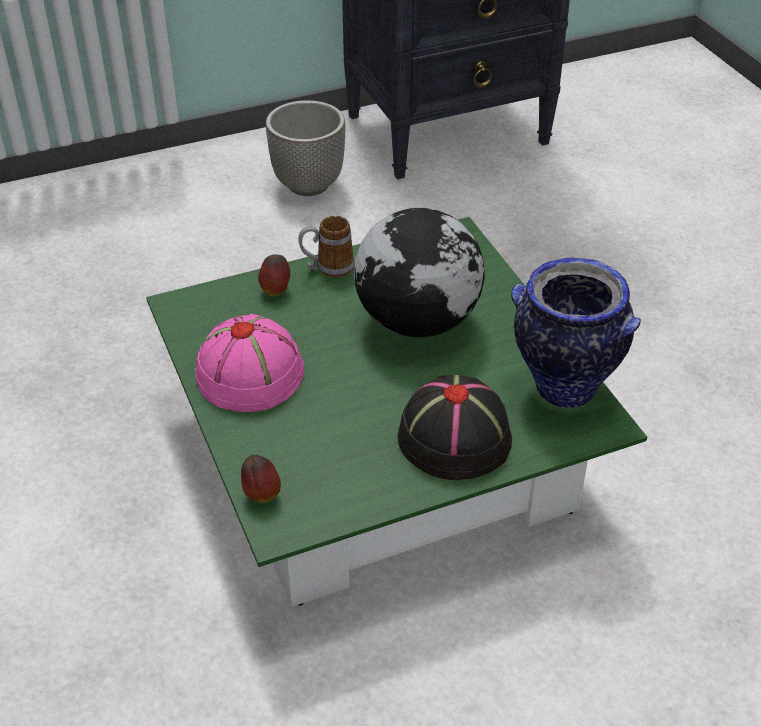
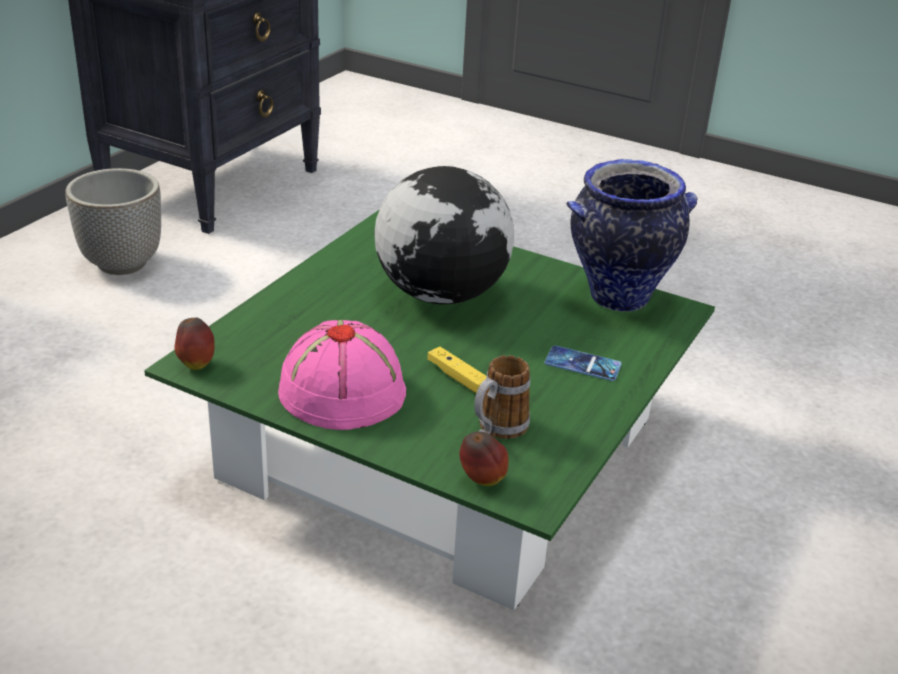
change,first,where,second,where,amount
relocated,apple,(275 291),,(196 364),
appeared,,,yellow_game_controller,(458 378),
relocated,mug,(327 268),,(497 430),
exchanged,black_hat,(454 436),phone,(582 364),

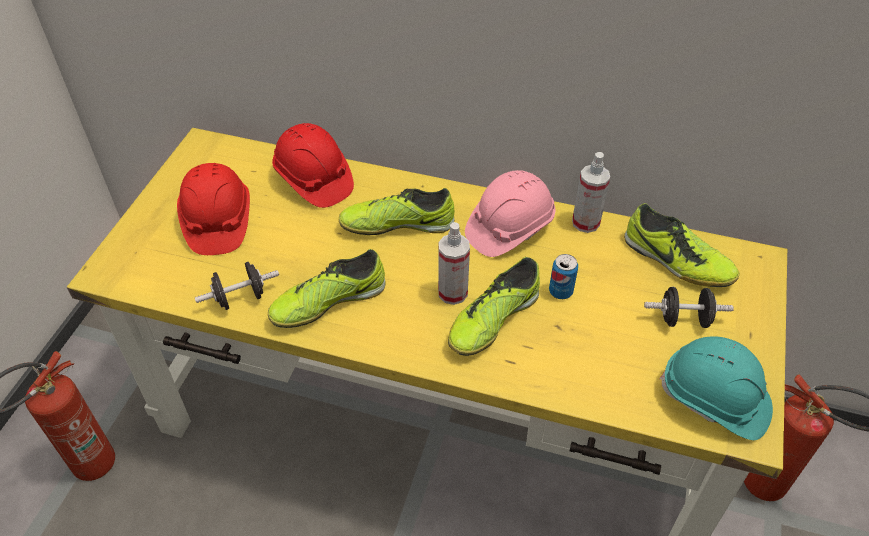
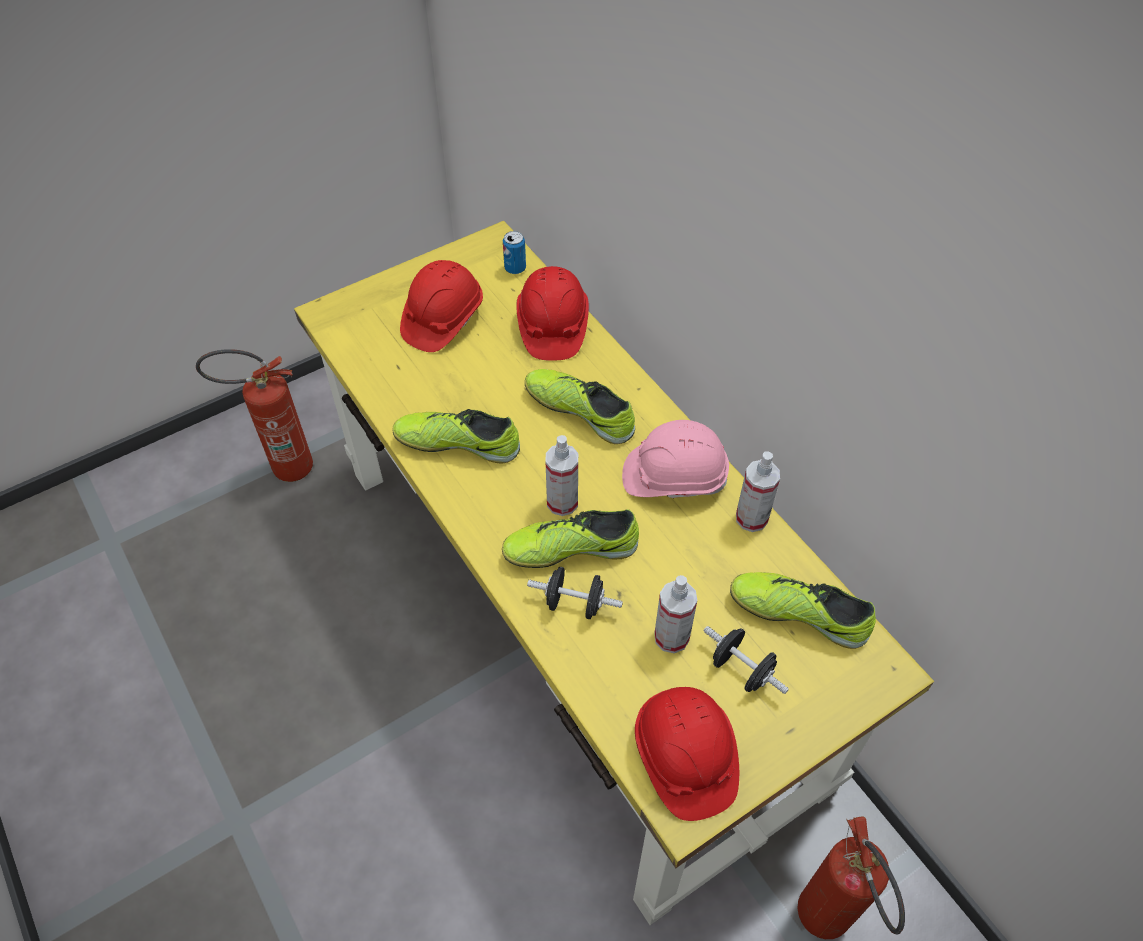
change,first,where,second,where,amount
relocated,can,(560 291),,(515 268),
relocated,black_dumbbell,(240 298),,(574 603),
colour,turquoise_hard_hat,(714 400),red_hard_hat,(684 758),
appeared,,,spray_bottle,(671 637),
spun,shoe,(676 261),,(798 613),120 degrees clockwise

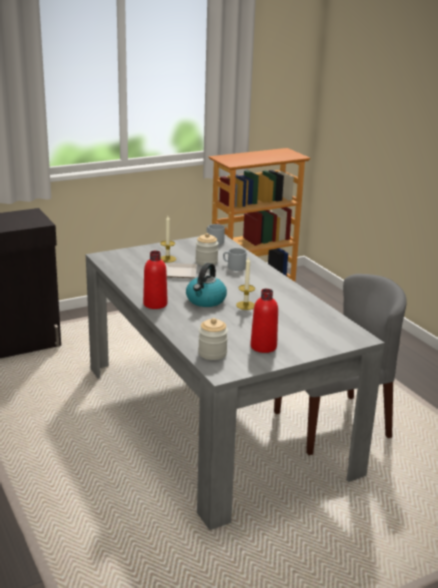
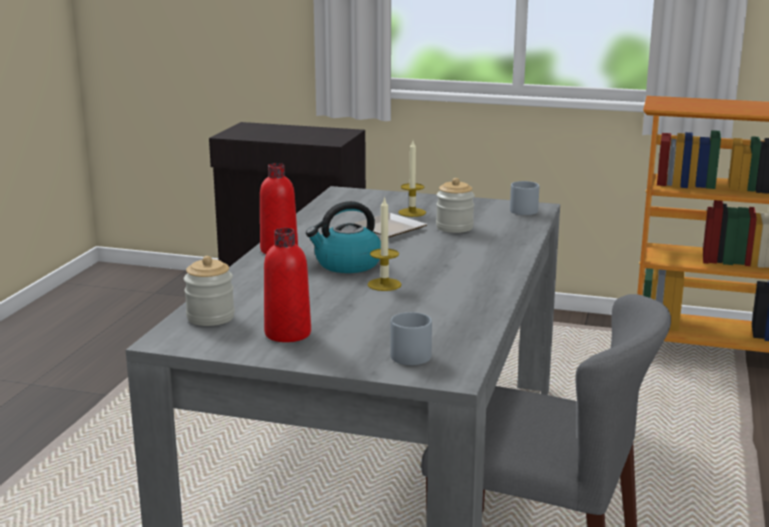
change,first,where,second,where,amount
relocated,grey_mug,(233 266),,(407 353),

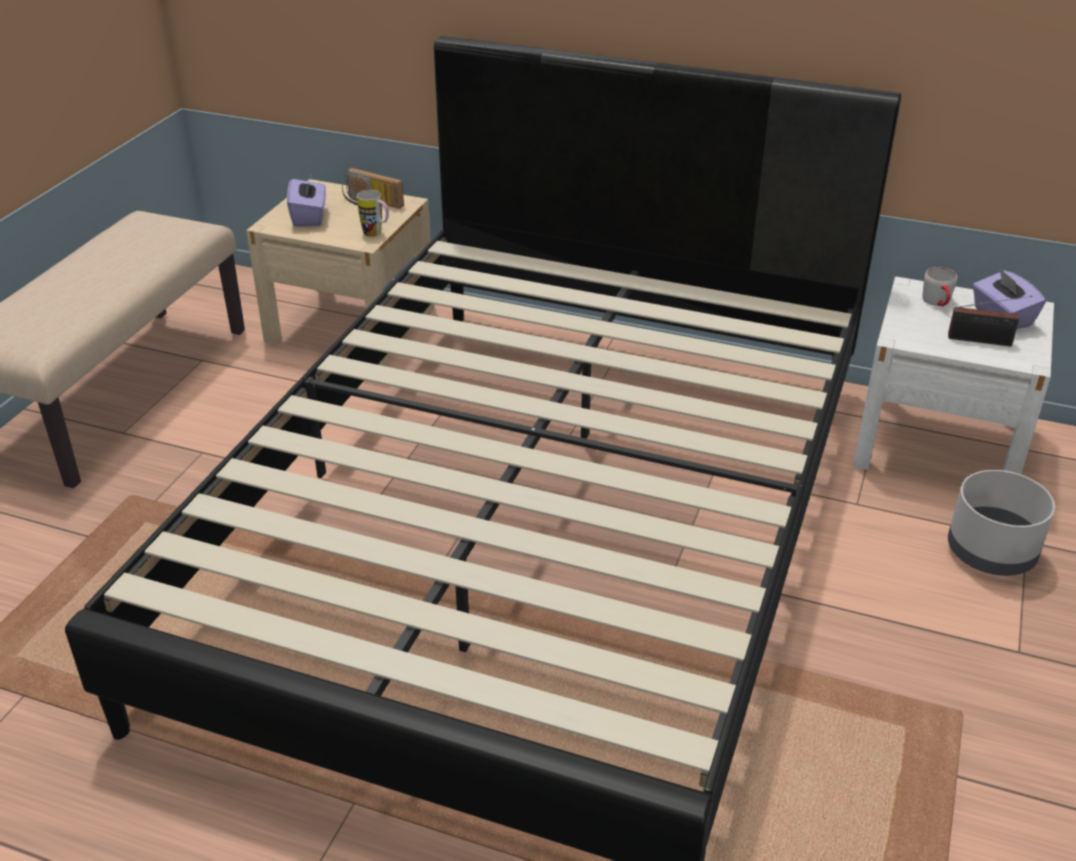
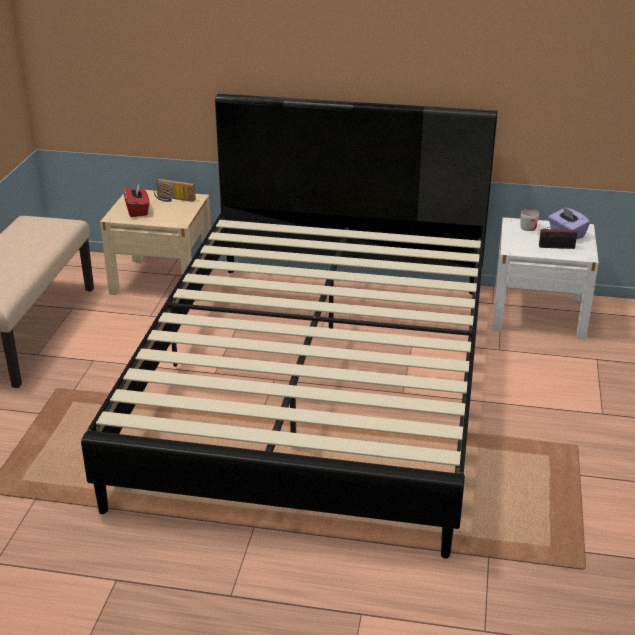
change,first,where,second,where,amount
colour,purple_tissue_box,(309 217),red_tissue_box,(137 210),
missing,mug,(376 234),,,
missing,grey_planter,(992 552),,,

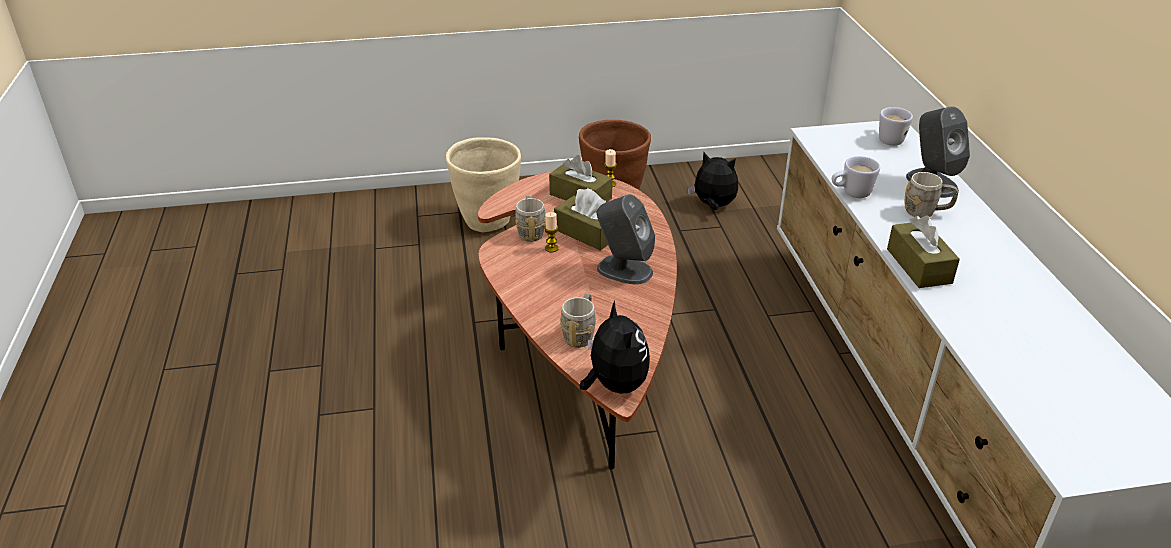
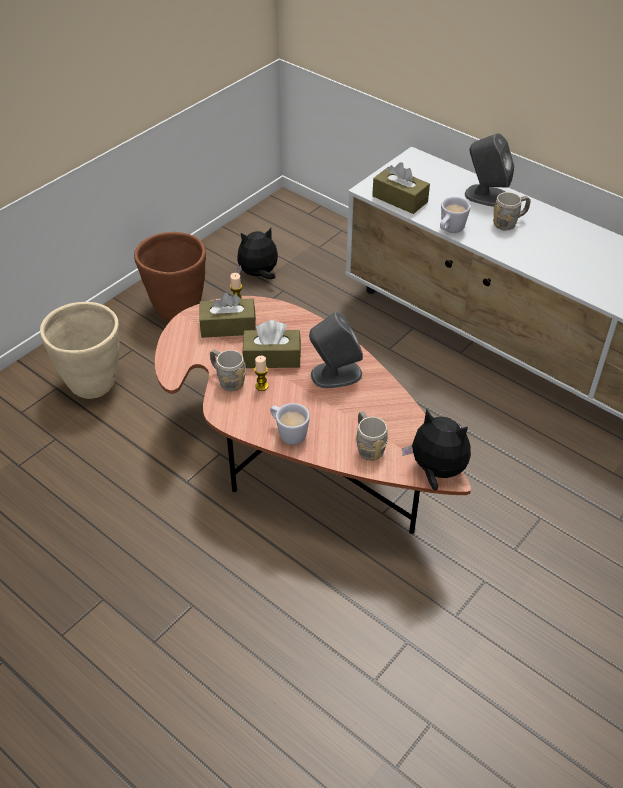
change,first,where,second,where,amount
relocated,white_mug,(888 138),,(288 433),
relocated,brown_tissue_box,(919 266),,(400 199),

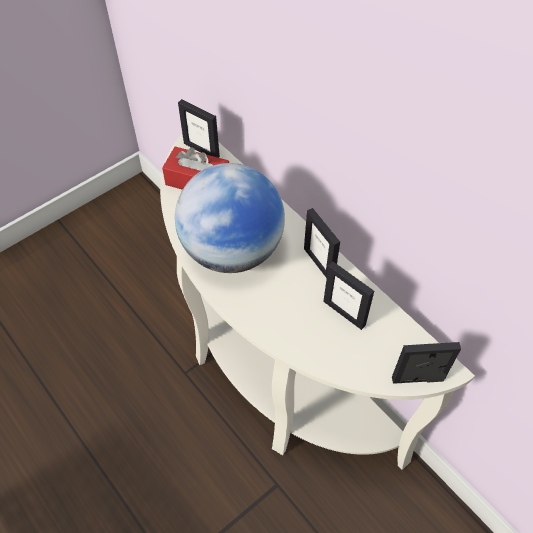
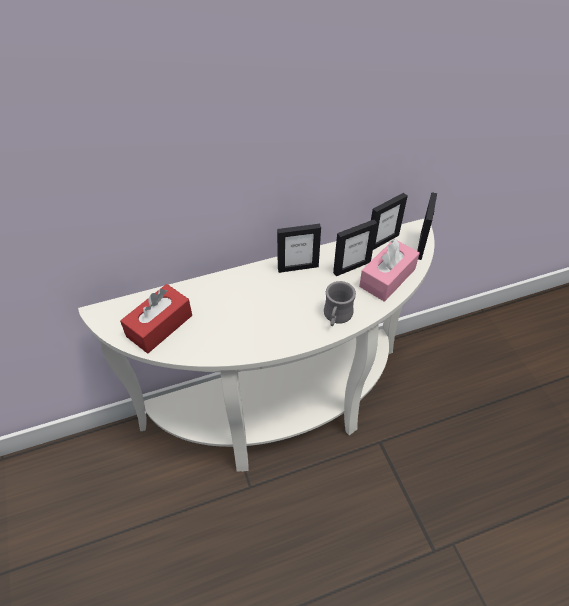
change,first,where,second,where,amount
appeared,,,grey_mug,(336 317),
appeared,,,pink_tissue_box,(387 278),
relocated,picture_frame,(201 150),,(382 241),
missing,globe,(232 250),,,

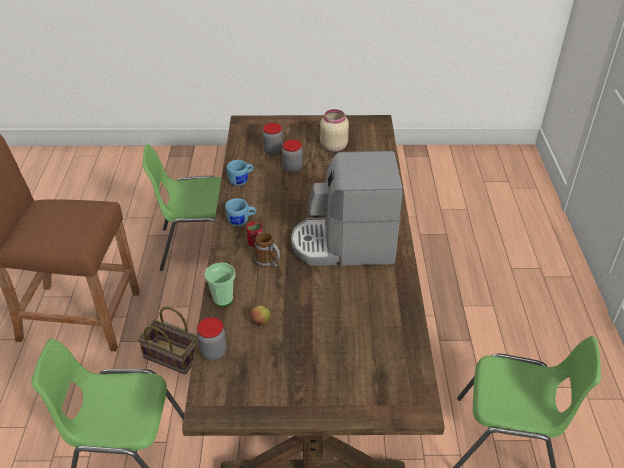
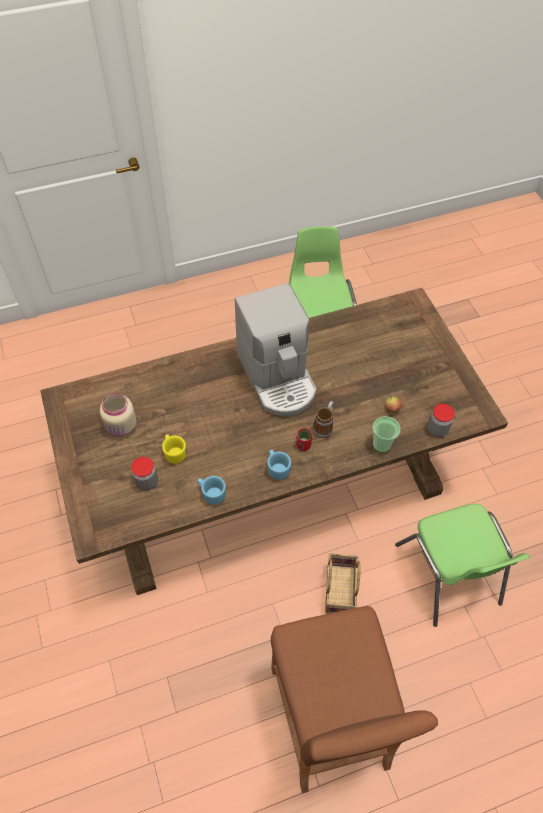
change,first,where,second,where,amount
exchanged,jar,(292 168),yellow_mug,(174 452),
missing,green_chair,(198 246),,,

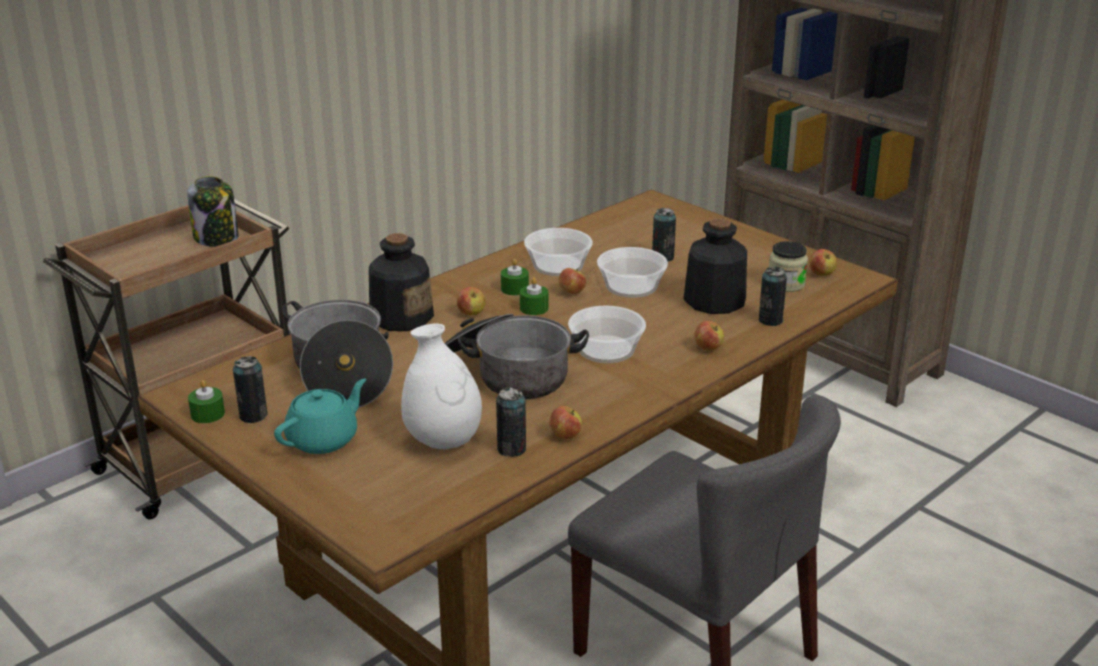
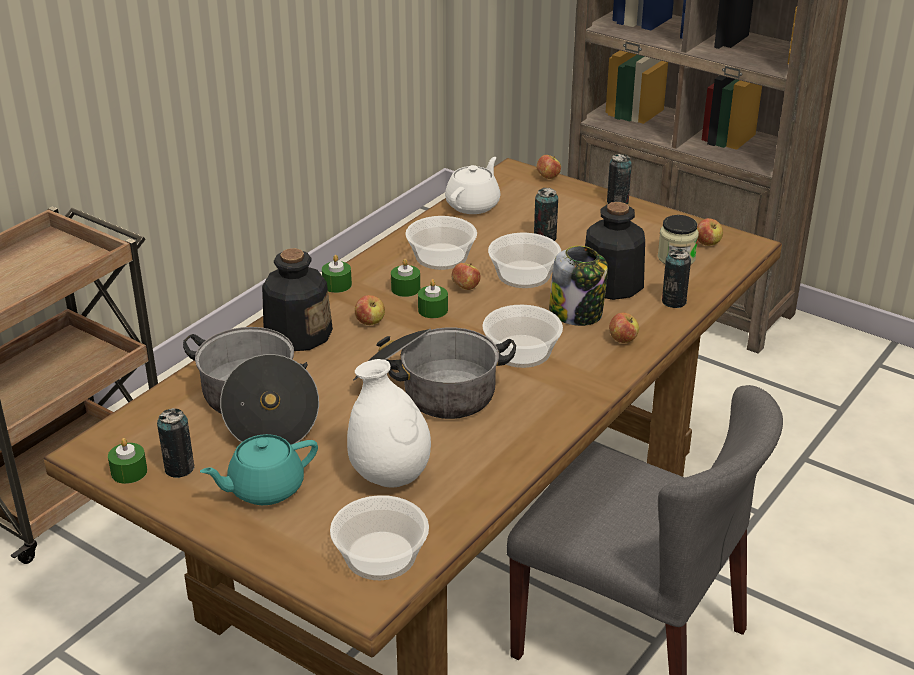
change,first,where,second,where,amount
spun,turquoise_teapot,(324 439),,(264 488),150 degrees counterclockwise
appeared,,,green_candle,(337 285),
appeared,,,bowl,(379 555),
appeared,,,white_teapot,(473 205),
relocated,apple,(565 436),,(548 177),
relocated,jar,(217 238),,(577 313),
relocated,can,(511 449),,(617 202),

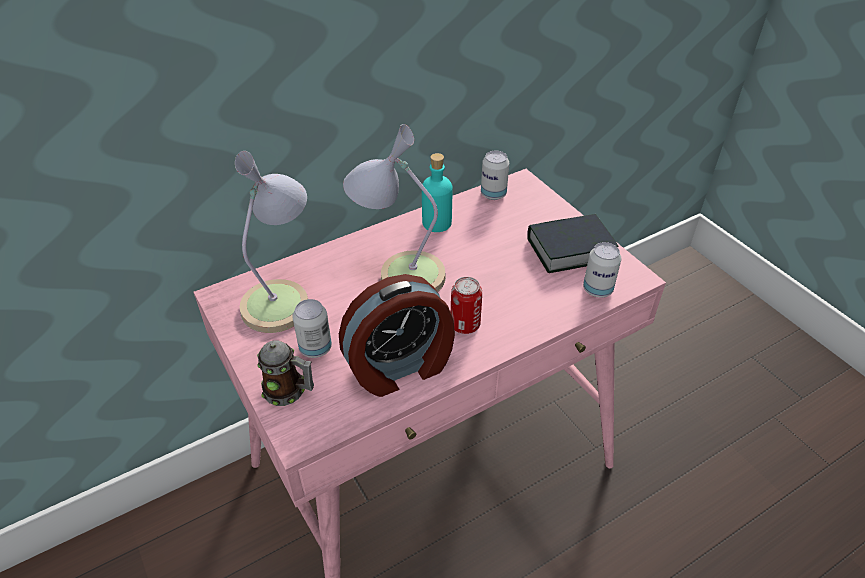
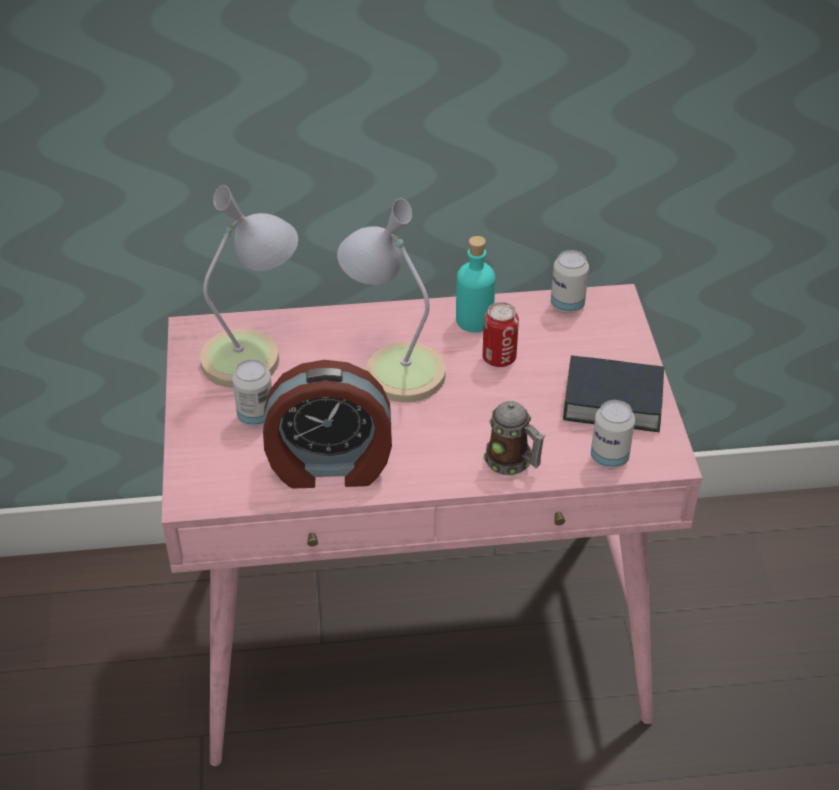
change,first,where,second,where,amount
relocated,can,(465 324),,(499 358),
relocated,mug,(289 391),,(513 462),

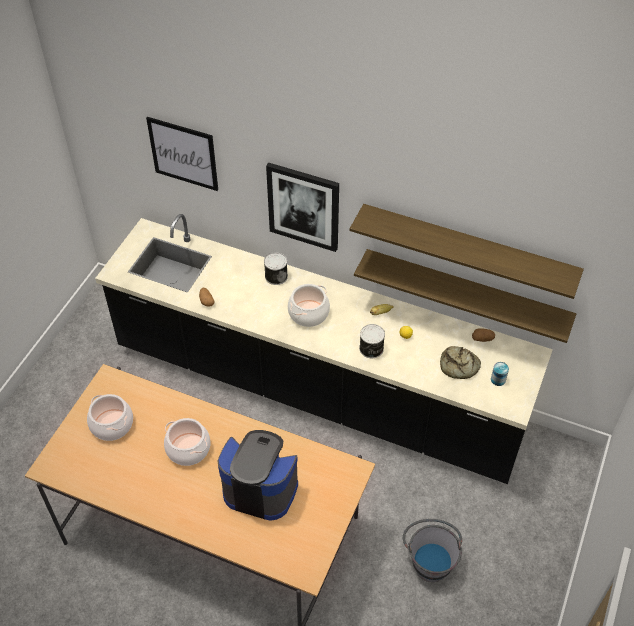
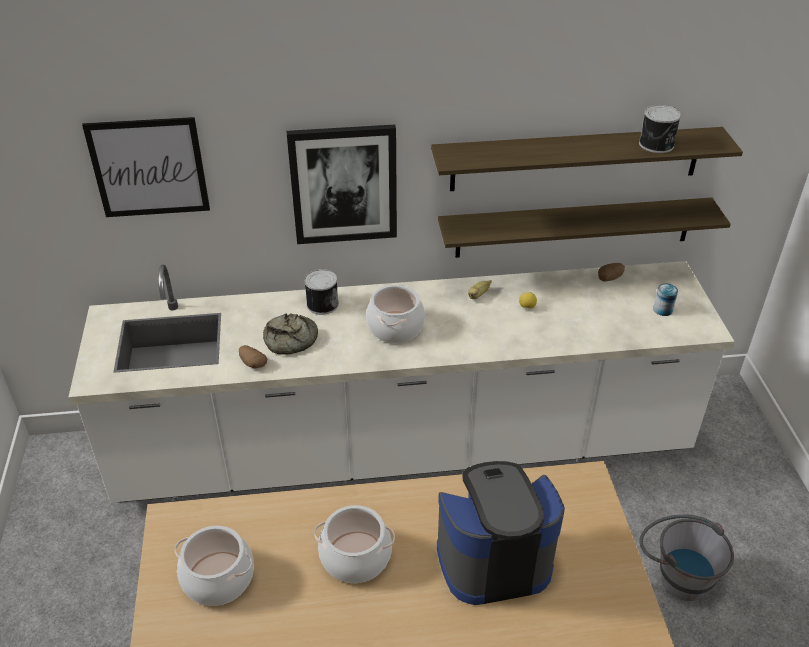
change,first,where,second,where,amount
colour,black_counter,(317 390),white_counter,(404 449),
relocated,bread,(458 366),,(291 340),
relocated,can,(371 349),,(657 144),

